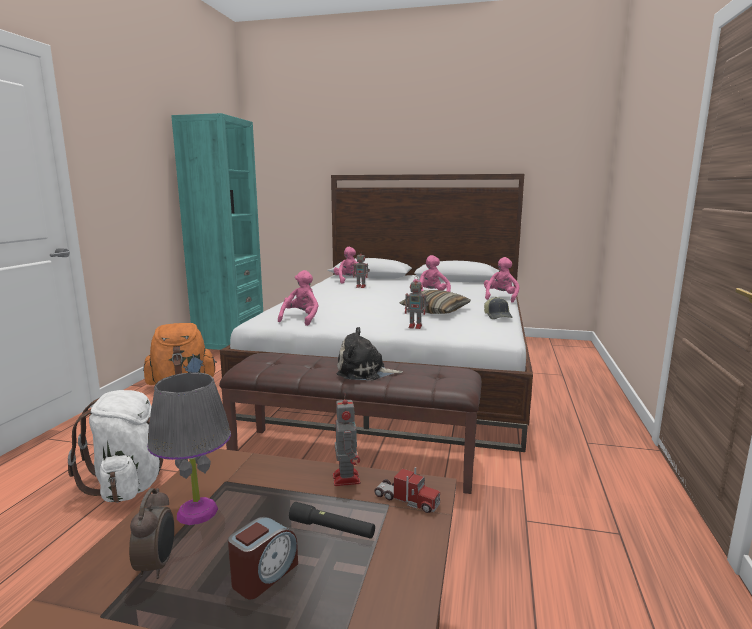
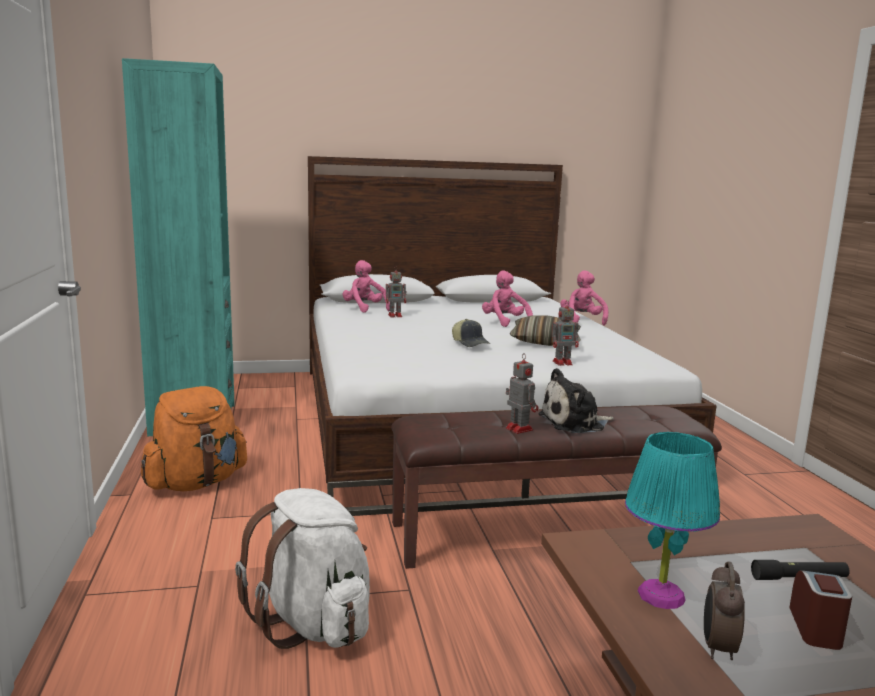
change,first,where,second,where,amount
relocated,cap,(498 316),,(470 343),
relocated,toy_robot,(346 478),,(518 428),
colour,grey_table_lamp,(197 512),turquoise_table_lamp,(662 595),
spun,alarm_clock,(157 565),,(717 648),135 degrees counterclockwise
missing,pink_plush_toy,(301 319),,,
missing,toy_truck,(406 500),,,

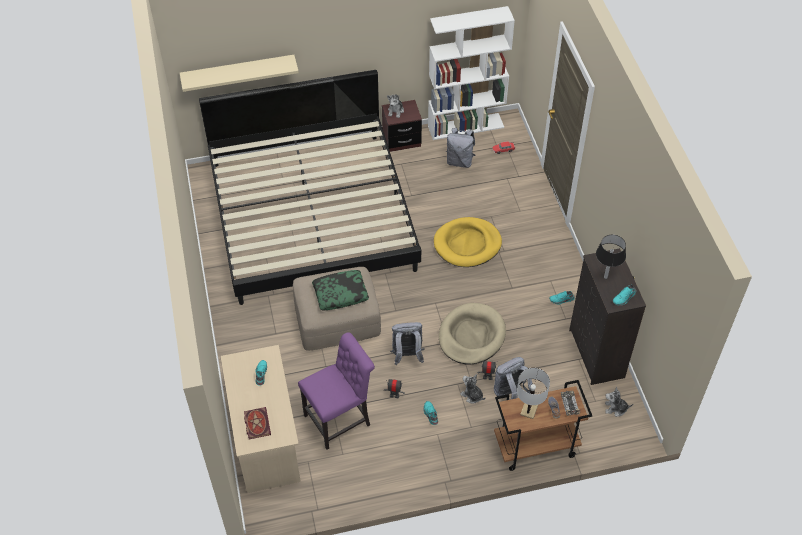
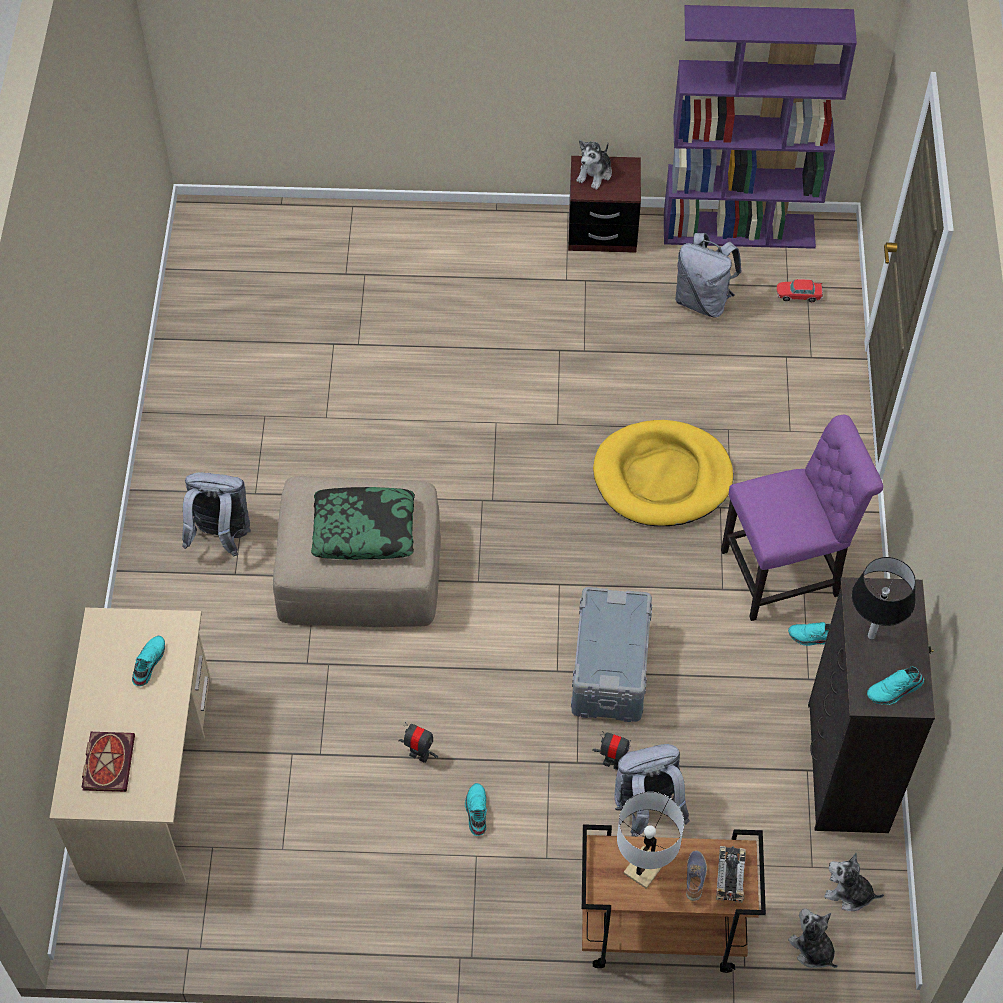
change,first,where,second,where,amount
relocated,grey_backpack,(407 356),,(221 536),
exchanged,beige_dog_bed,(471 336),grey_storage_box,(608 669),
colour,white_bookcase,(466 126),purple_bookcase,(739 229),
relocated,purple_chair,(340 419),,(786 572),
relocated,plush_toy,(472 395),,(812 949),
missing,beige_shelf,(238 71),,,
missing,bed,(312 215),,,

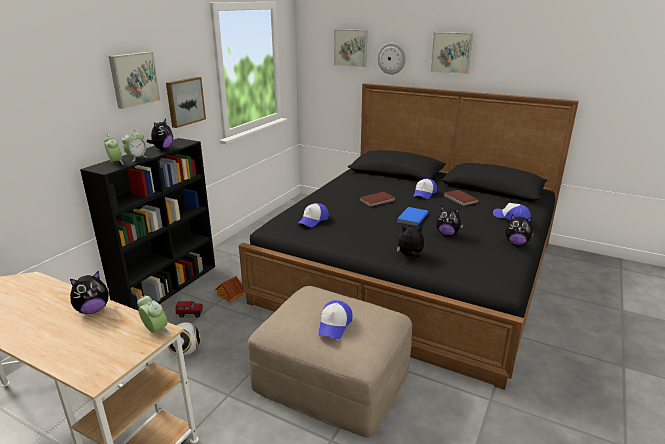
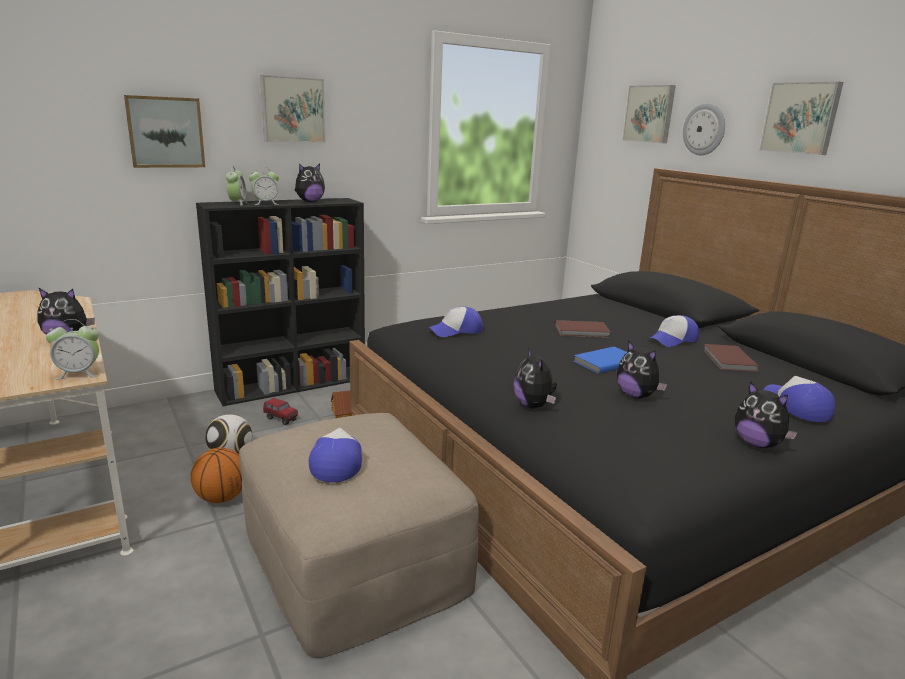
change,first,where,second,where,amount
spun,alarm_clock,(155 331),,(79 374),90 degrees clockwise
relocated,picture,(184 101),,(165 132),
appeared,,,basketball,(221 498),
spun,cap,(334 325),,(337 461),135 degrees clockwise
spun,plush_toy,(410 256),,(534 406),135 degrees counterclockwise

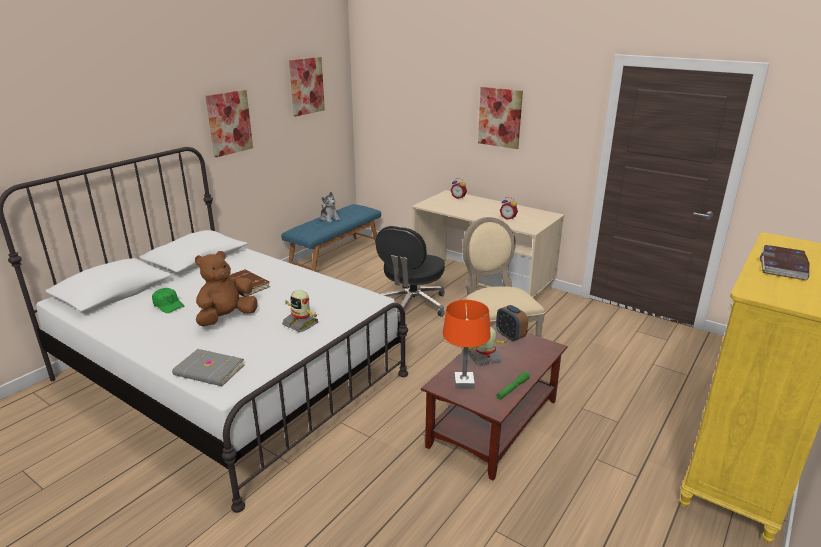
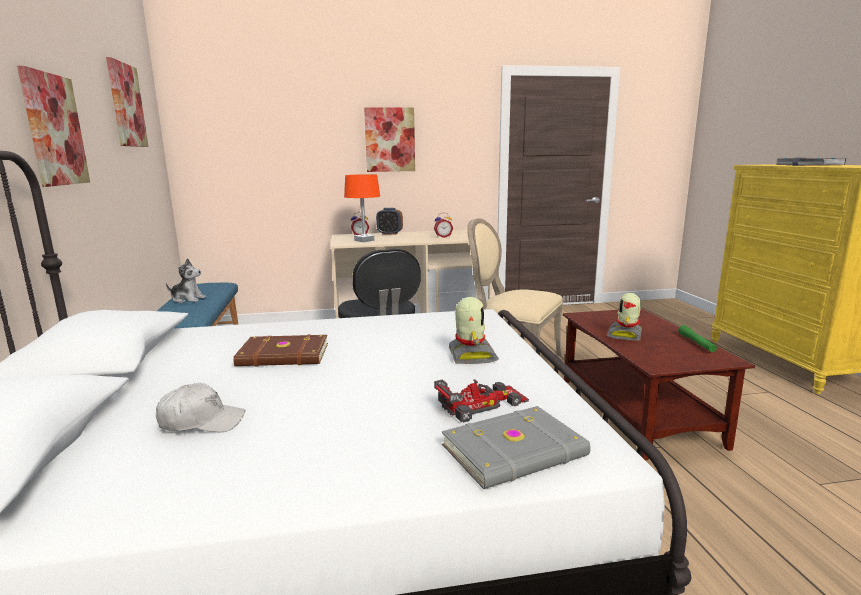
change,first,where,second,where,amount
colour,green_cap,(168 305),white_cap,(202 421),
relocated,orange_table_lamp,(464 383),,(364 240),
relocated,alarm_clock,(510 336),,(390 233),
appeared,,,toy_car,(481 404),
spun,toy_robot,(301 324),,(471 356),90 degrees counterclockwise
missing,brown_plush_toy,(226 318),,,

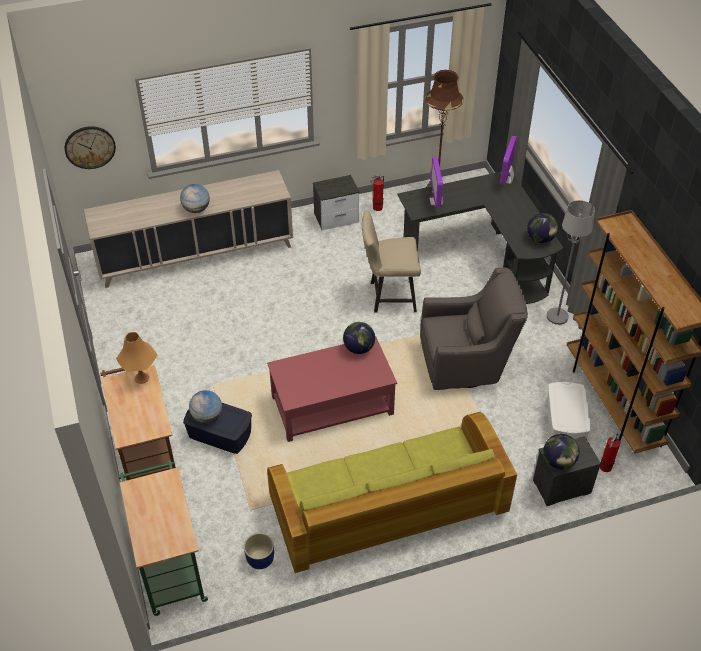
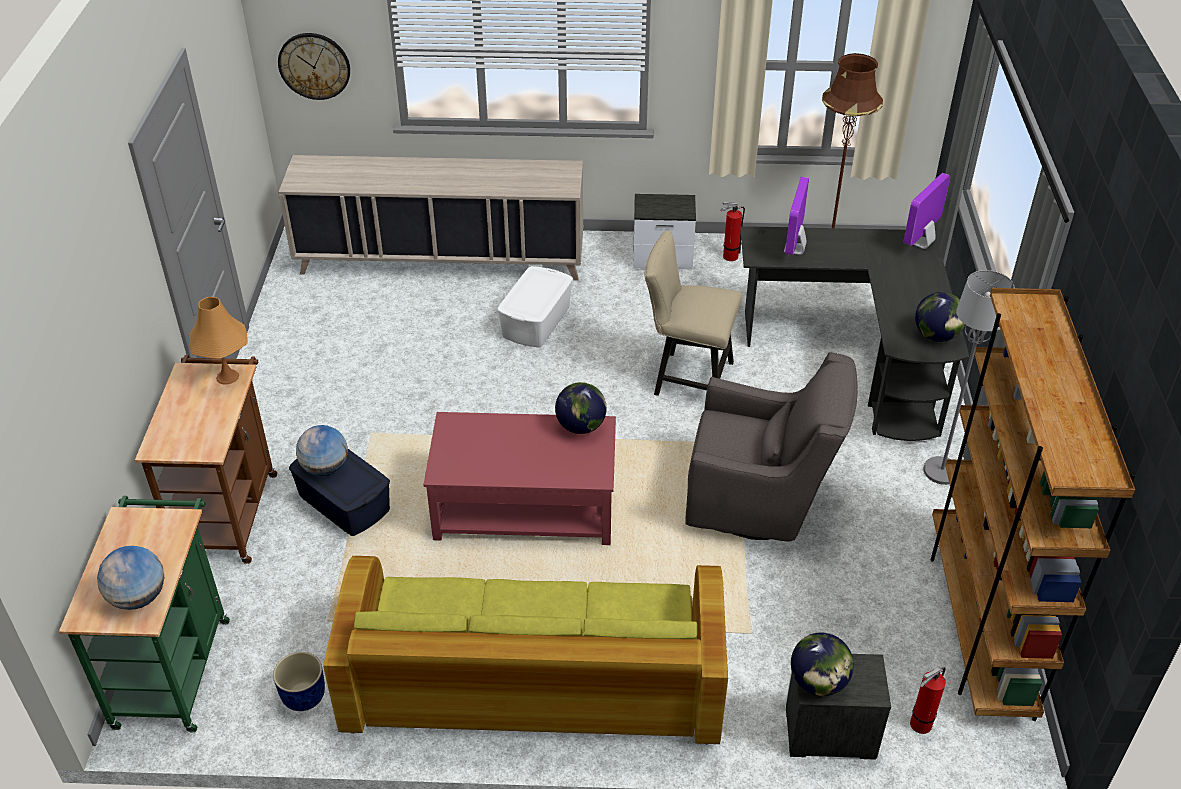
change,first,where,second,where,amount
relocated,globe,(196 209),,(138 597),
relocated,white_storage_box,(564 423),,(536 321),

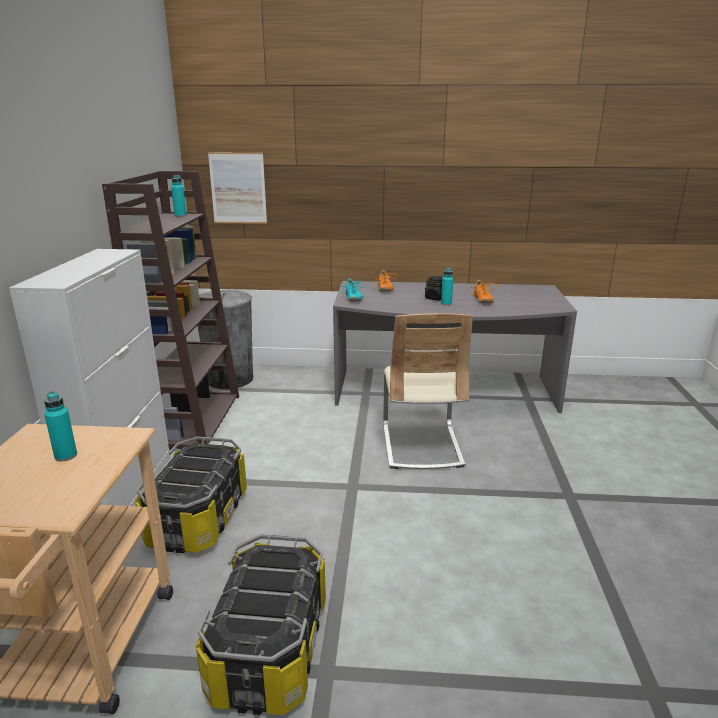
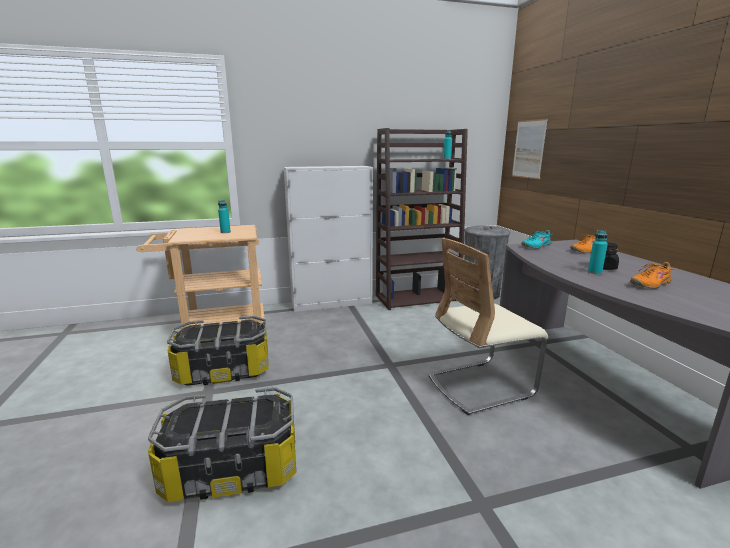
change,first,where,second,where,amount
relocated,storage_box,(199 518),,(232 470),

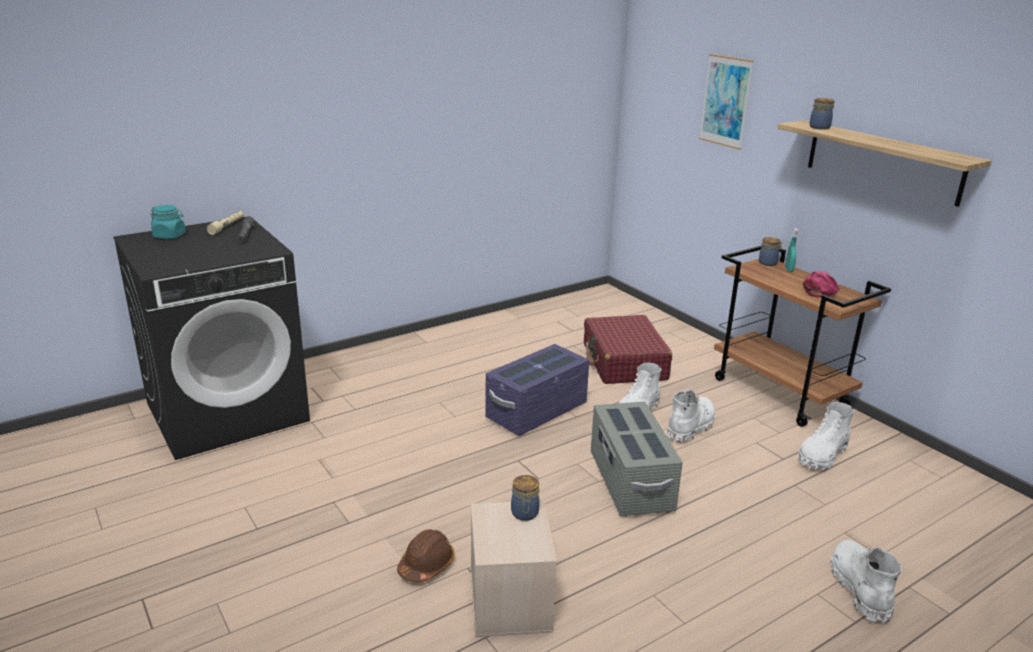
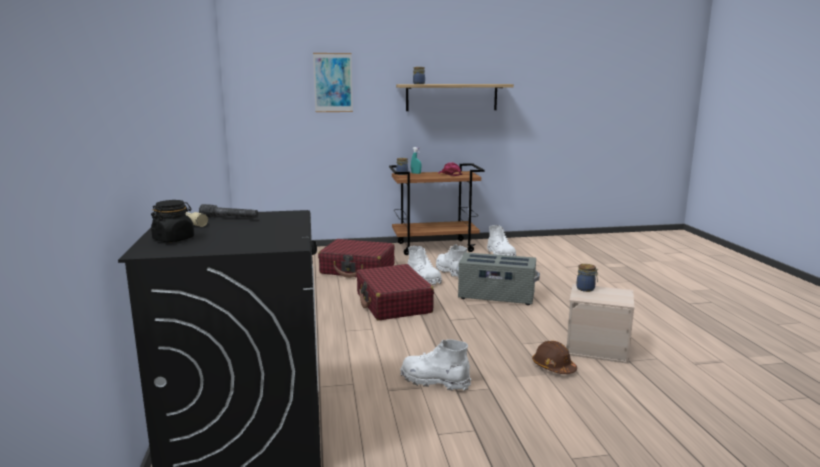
change,first,where,second,where,amount
colour,turquoise_jar,(170 236),black_jar,(174 239),
exchanged,purple_storage_box,(536 411),red_suitcase,(393 303),
relocated,white_boot,(859 588),,(434 381),

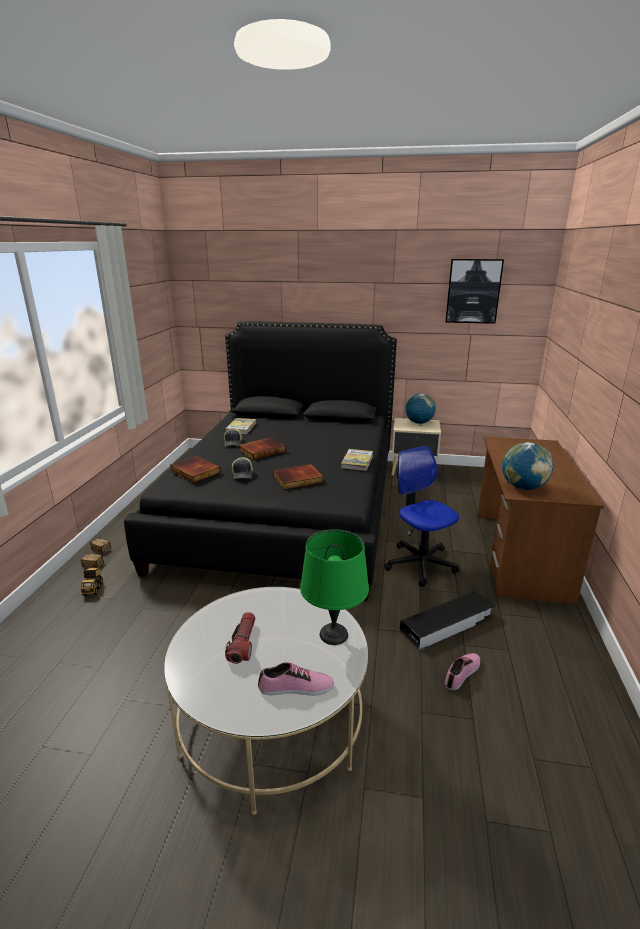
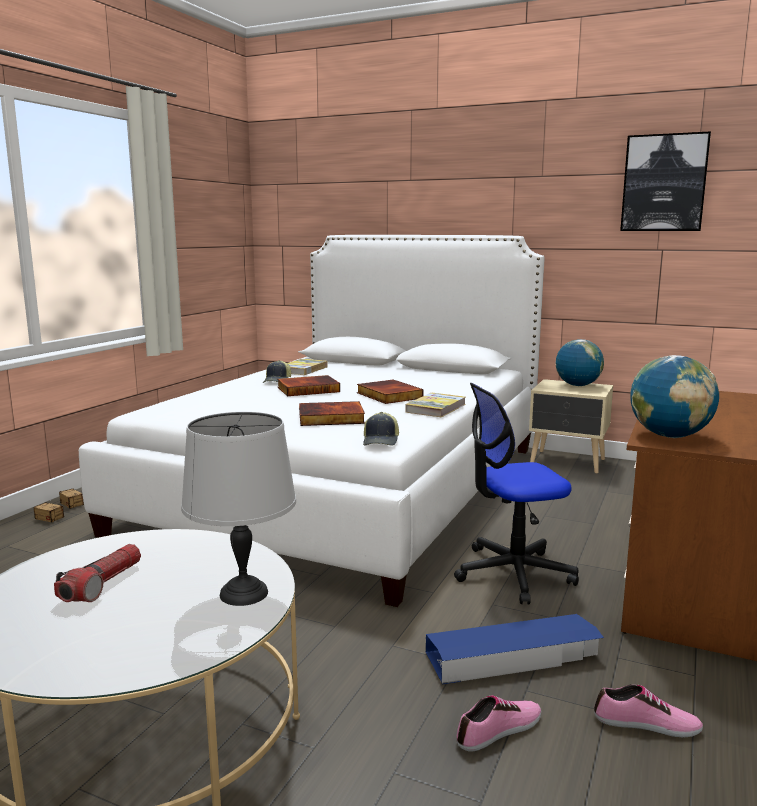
change,first,where,second,where,amount
colour,black_bed,(286 508),white_bed,(346 486),
colour,green_table_lamp,(333 634),grey_table_lamp,(242 593),
relocated,book,(194 472),,(388 395),
relocated,cap,(243 474),,(381 441),
colour,black_storage_box,(447 624),blue_storage_box,(513 657),
spun,office_chair,(420 564),,(513 573),90 degrees counterclockwise
relocated,shoe,(296 688),,(647 724),
missing,toy_truck,(93 588),,,

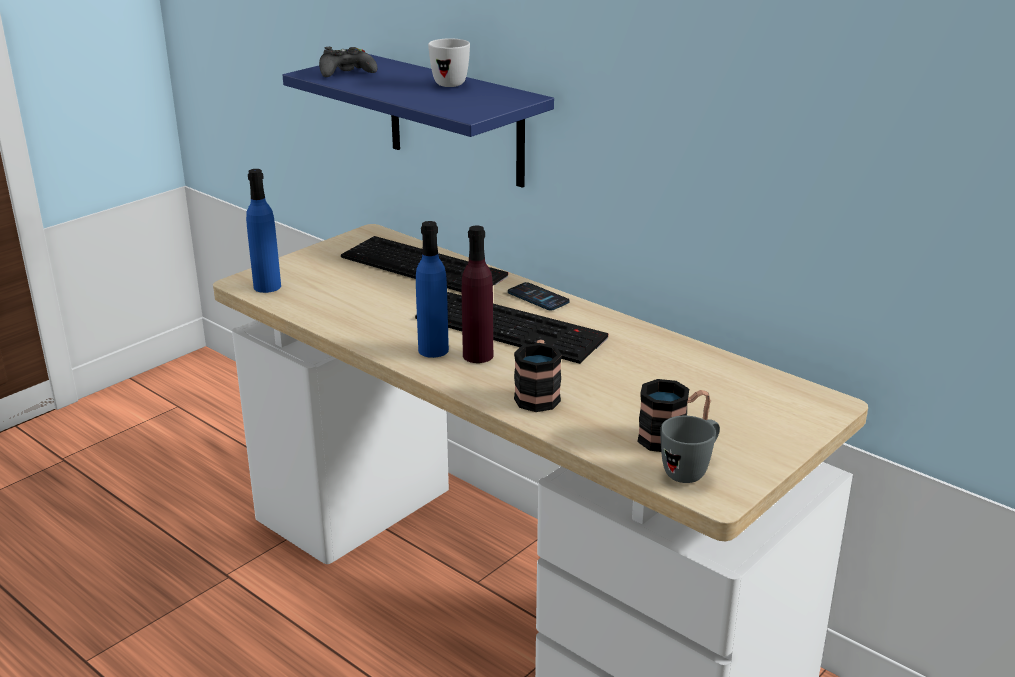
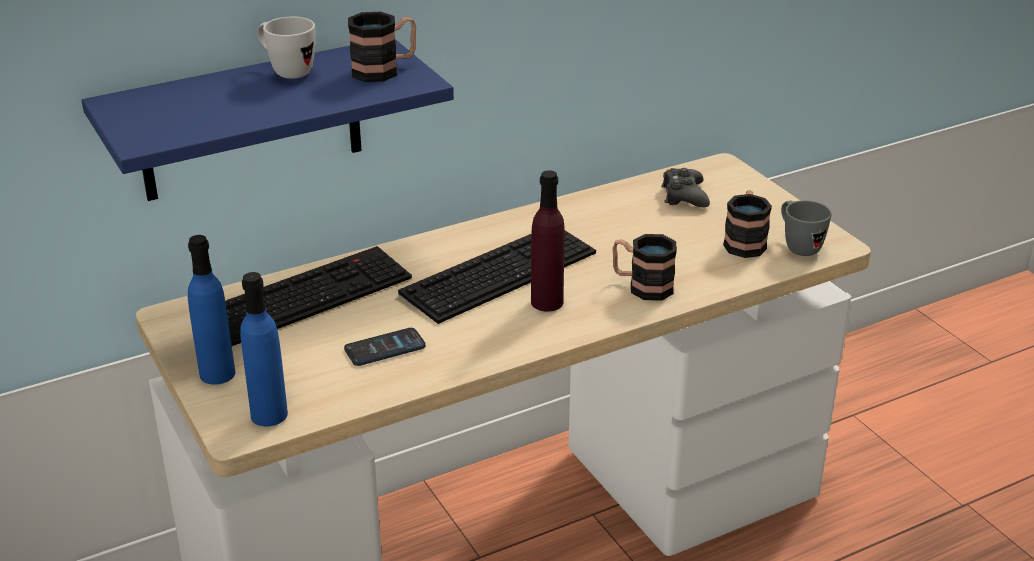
change,first,where,second,where,amount
relocated,blue_bottle,(433 350),,(217 374),
relocated,phone,(538 297),,(385 348),
appeared,,,mug,(384 70),
relocated,black_game_controller,(346 72),,(684 196),

